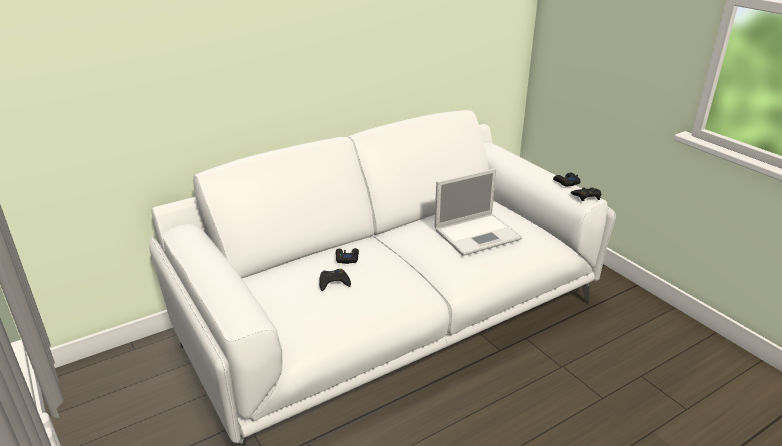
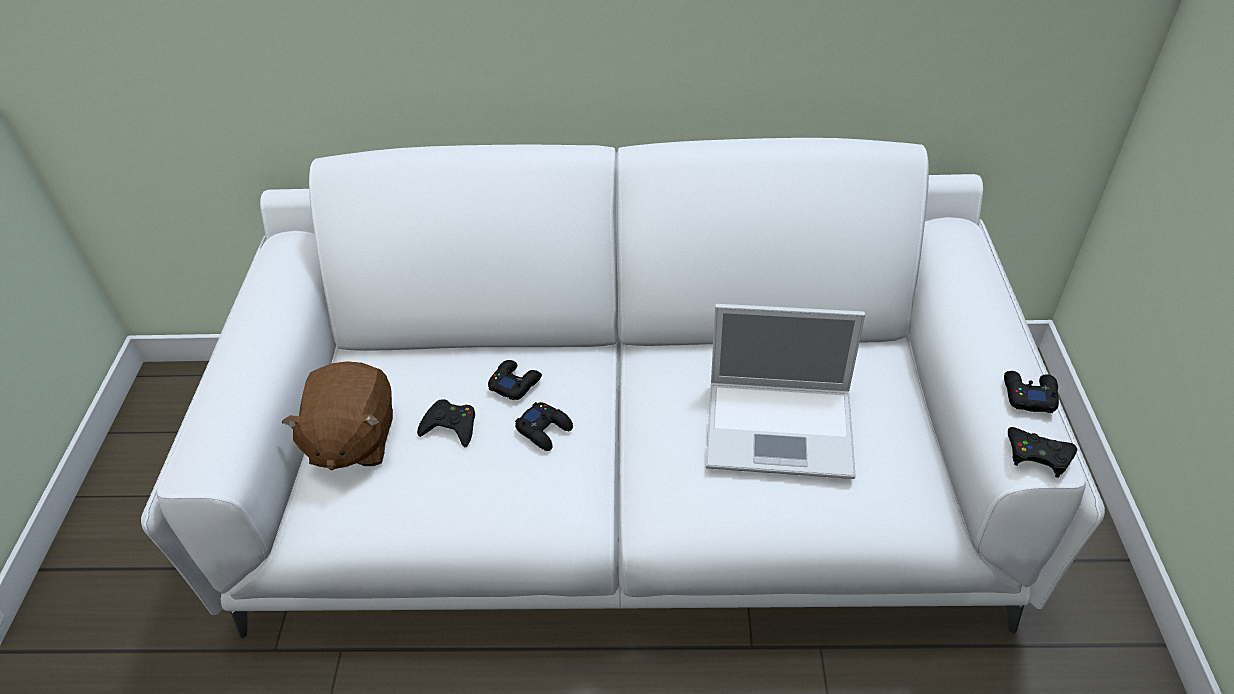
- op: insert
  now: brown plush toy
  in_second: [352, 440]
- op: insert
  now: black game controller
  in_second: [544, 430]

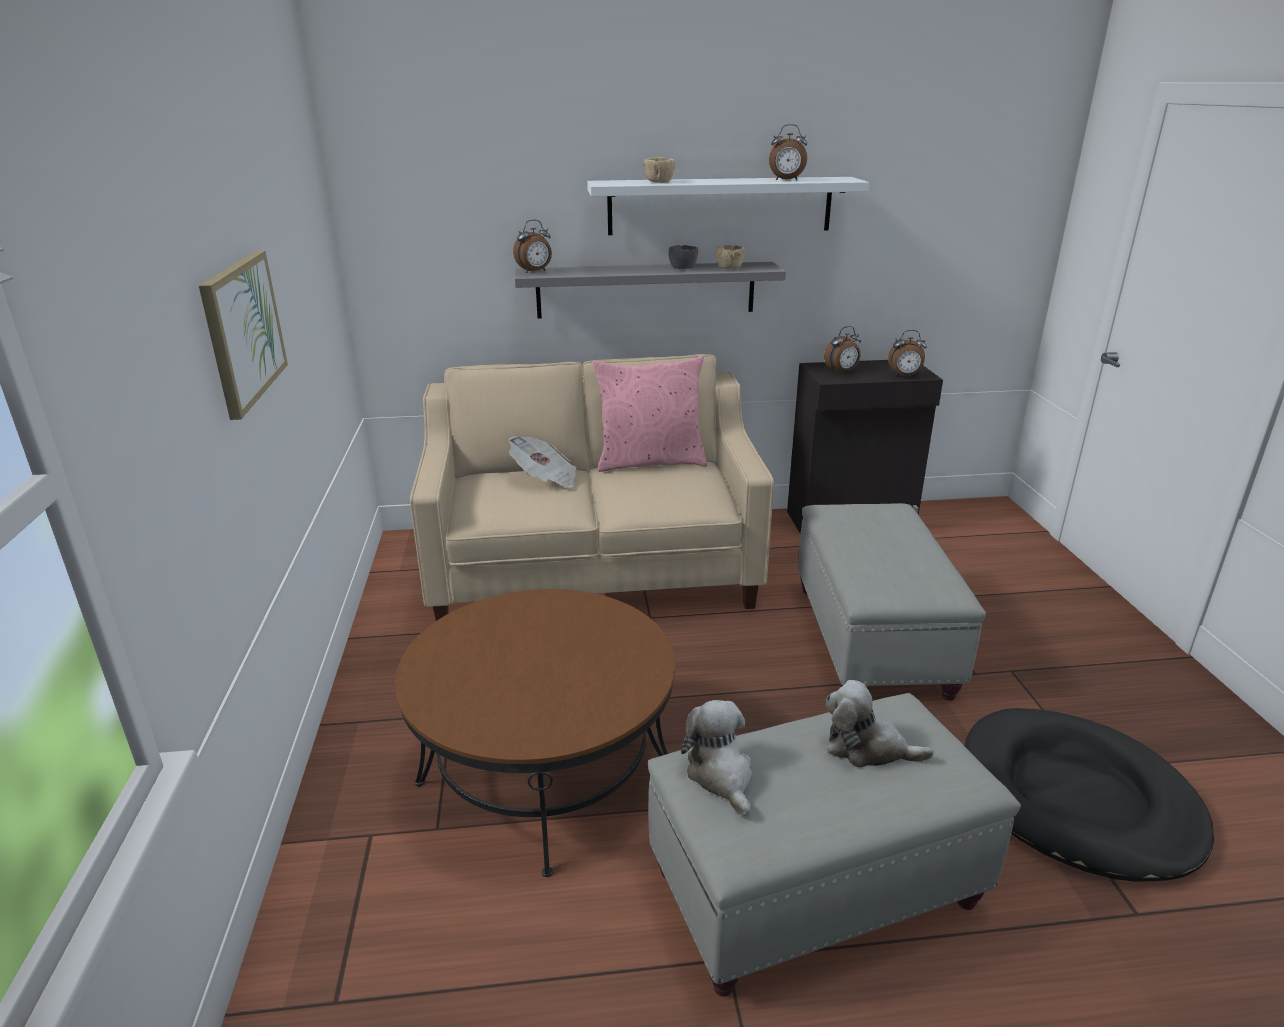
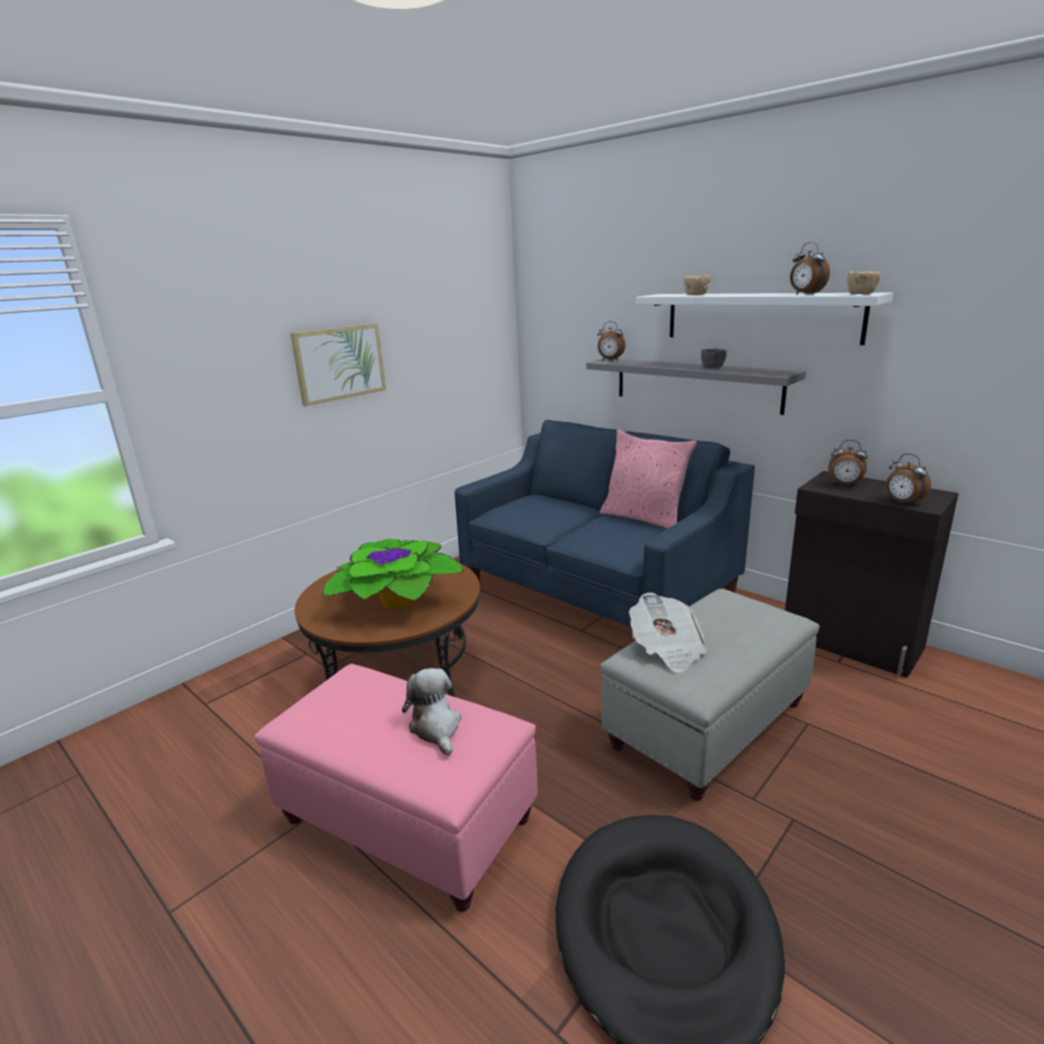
- op: recolor
  was: beige sofa
  now: blue sofa
  in_first: [592, 568]
  in_second: [597, 588]
- op: move
  was: newspaper
  in_first: [545, 479]
  in_second: [667, 649]
- op: recolor
  was: grey ottoman
  now: pink ottoman
  in_first: [812, 888]
  in_second: [406, 819]
- op: delete
  was: plush toy
  in_first: [721, 775]
- op: move
  was: beige bowl
  in_first: [730, 268]
  in_second: [861, 294]
- op: insert
  now: potted plant
  in_second: [397, 599]

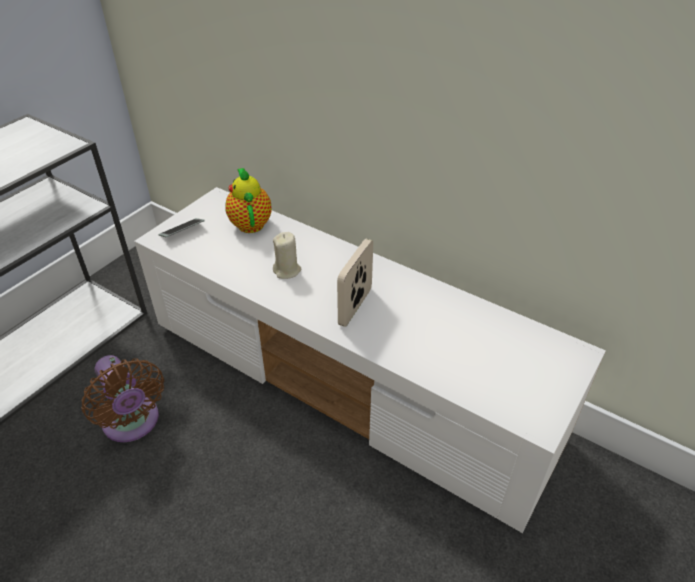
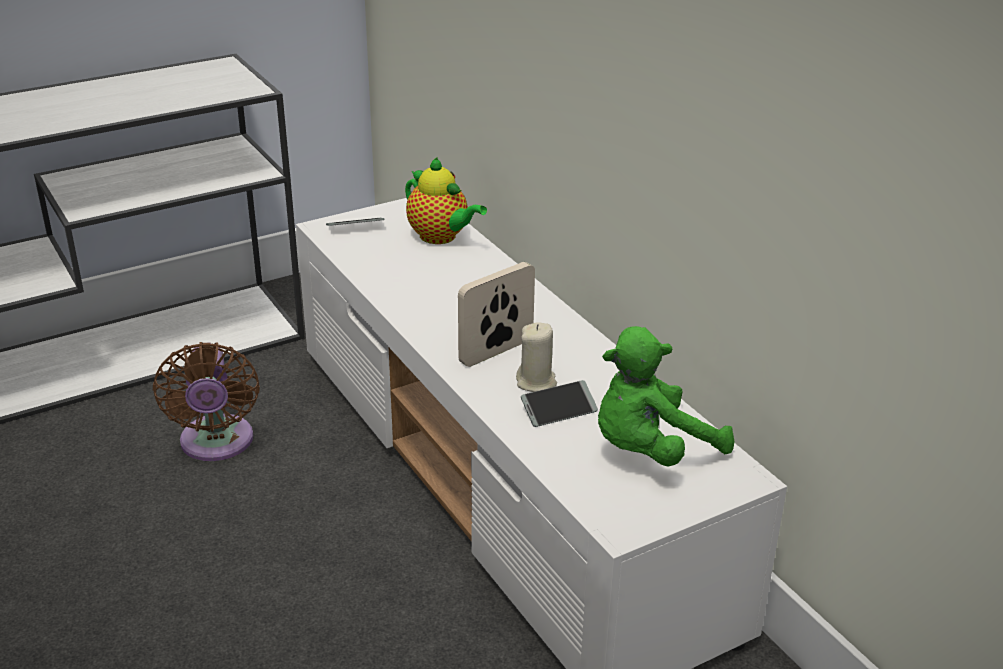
- op: rotate
  was: teapot
  in_first: [250, 222]
  in_second: [441, 237]
  clockwise: 120
- op: move
  was: beige candle
  in_first: [287, 270]
  in_second: [536, 382]
- op: insert
  now: phone
  in_second: [559, 410]
- op: insert
  now: green plush toy
  in_second: [650, 450]

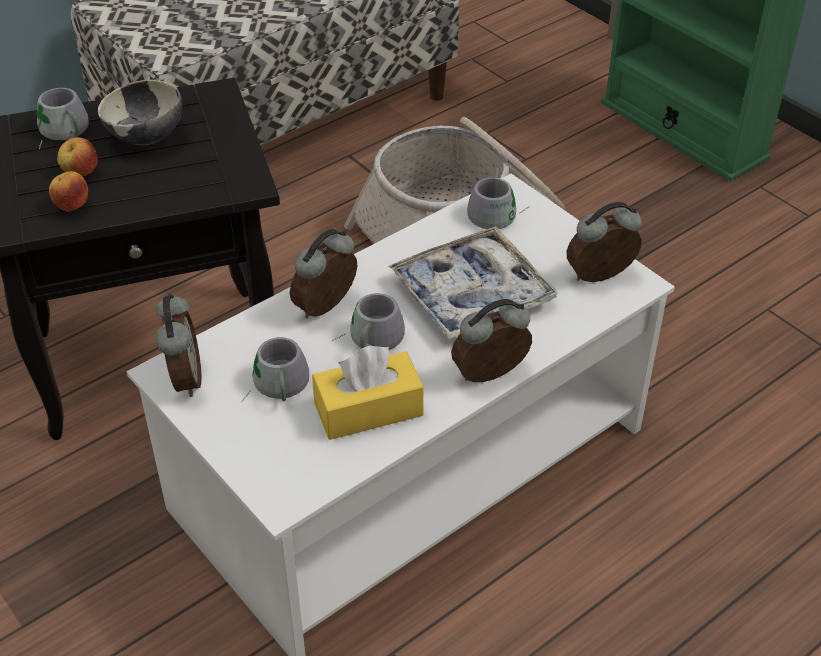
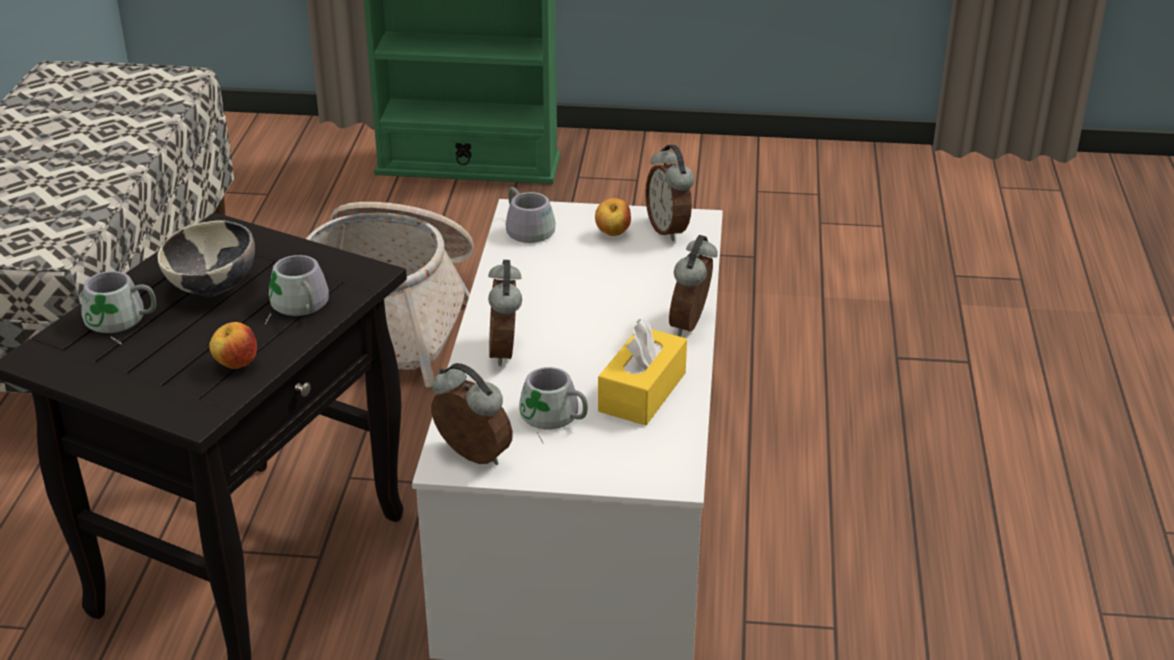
- op: move
  was: apple
  in_first: [80, 173]
  in_second: [612, 234]
- op: move
  was: grey mug
  in_first: [369, 339]
  in_second: [296, 307]
- op: delete
  was: tray
  in_first: [472, 294]
- op: rotate
  was: alarm clock
  in_first: [601, 278]
  in_second: [669, 229]
  clockwise: -45

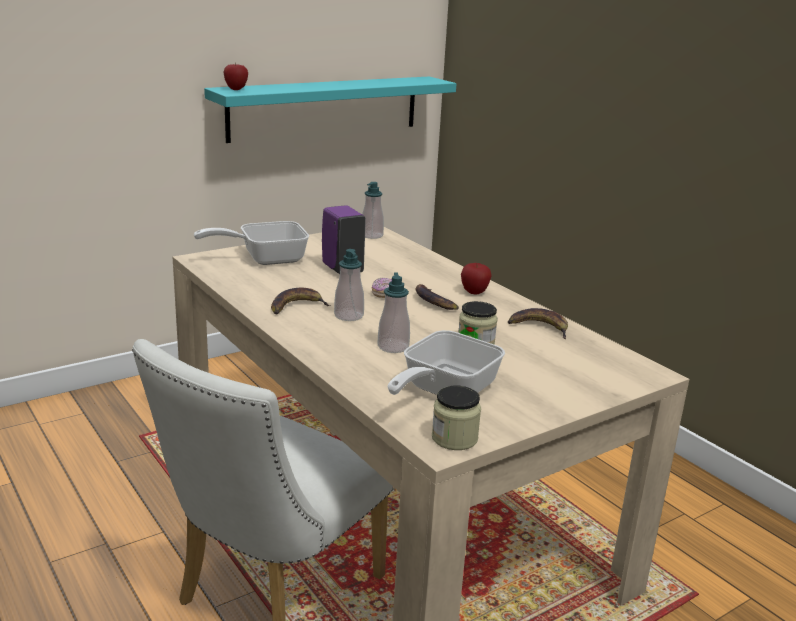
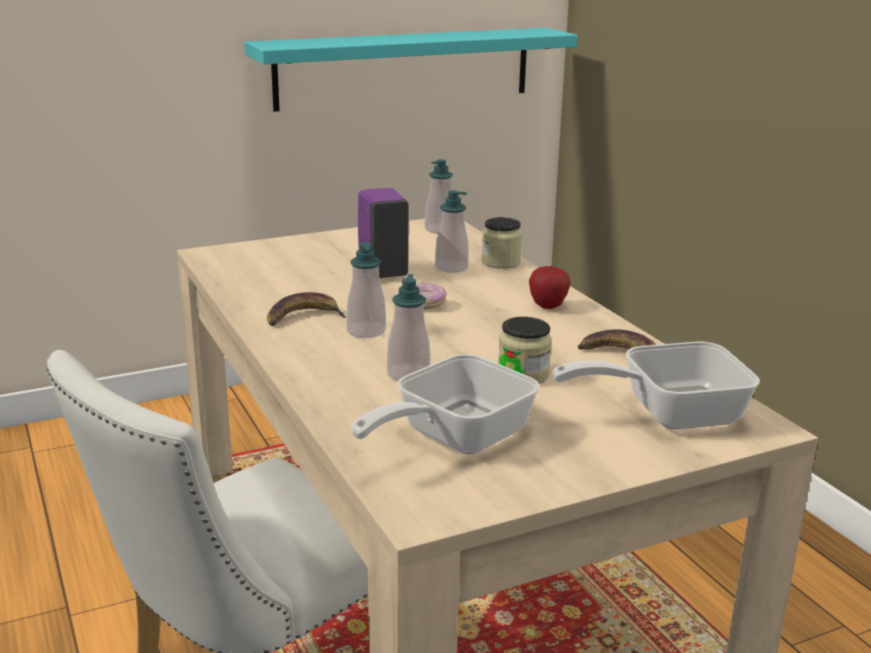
- op: move
  was: frying pan
  in_first: [264, 258]
  in_second: [667, 413]
- op: delete
  was: apple
  in_first: [236, 89]
- op: delete
  was: banana
  in_first: [433, 302]
- op: move
  was: jar
  in_first: [454, 438]
  in_second: [500, 262]
- op: insert
  now: soap dispenser
  in_second: [451, 268]

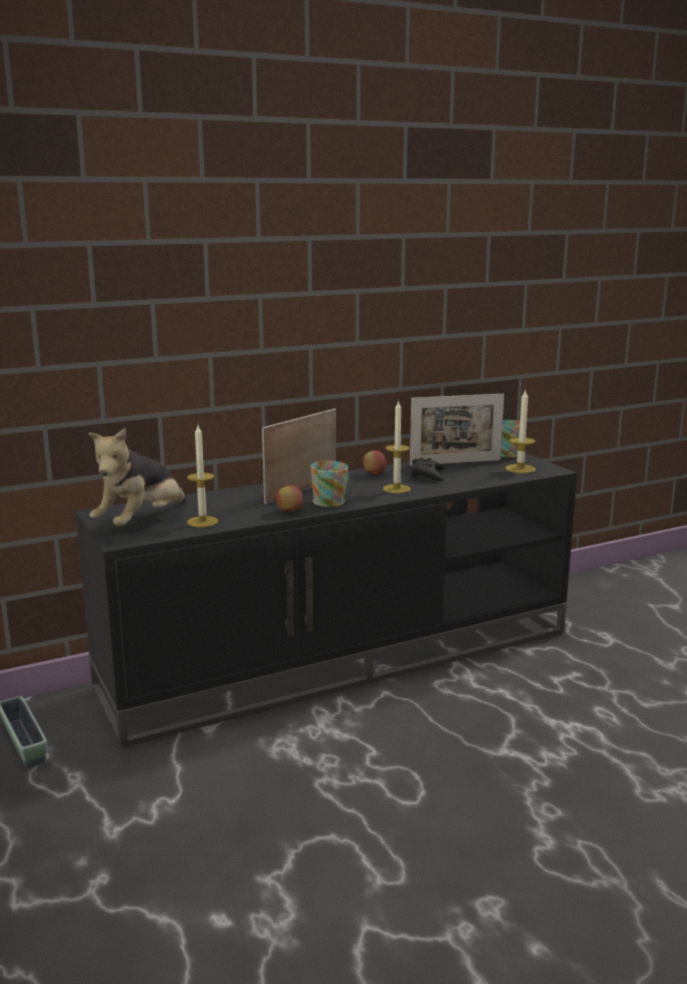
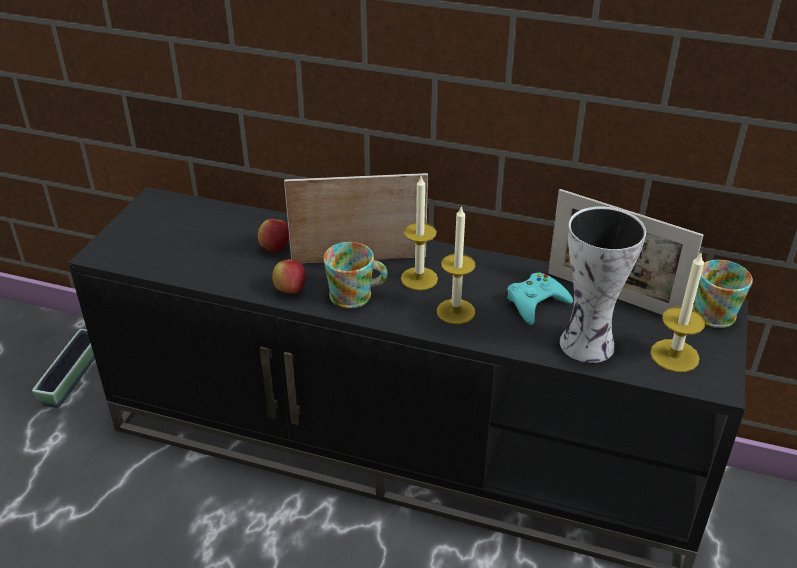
- op: delete
  was: plush toy
  in_first: [141, 522]
- op: move
  was: candle
  in_first: [202, 522]
  in_second: [419, 278]
- op: move
  was: apple
  in_first: [374, 474]
  in_second: [275, 248]
- op: recolor
  was: black game controller
  now: turquoise game controller
  in_first: [427, 475]
  in_second: [536, 303]
- op: insert
  now: vase
  in_second: [587, 346]

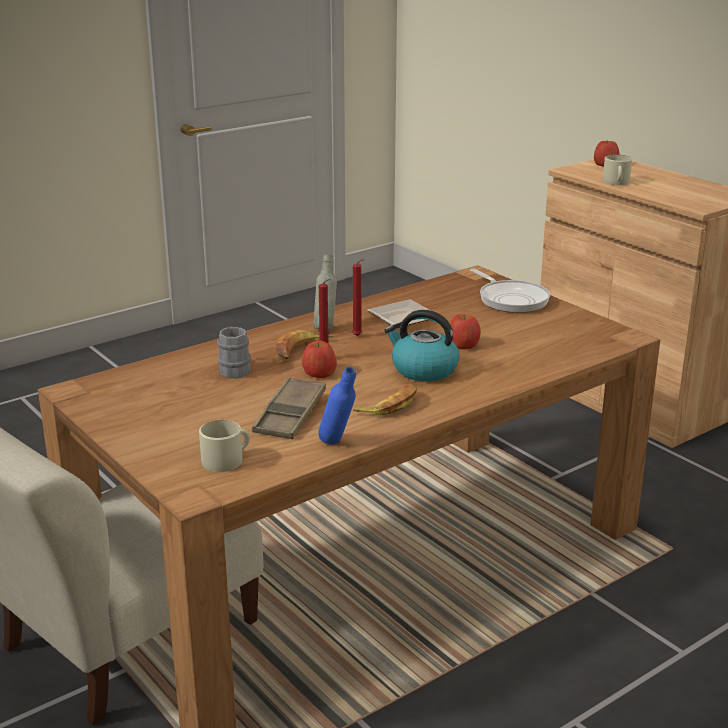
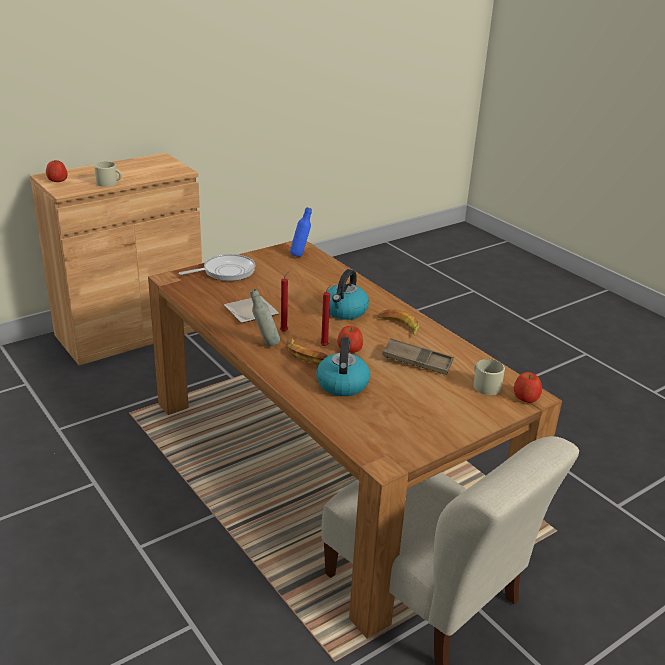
- op: replace
  was: grey mug
  now: kettle
  in_first: [235, 369]
  in_second: [342, 383]
- op: move
  was: blue bottle
  in_first: [338, 445]
  in_second: [300, 254]
- op: move
  was: apple
  in_first: [463, 344]
  in_second: [526, 397]

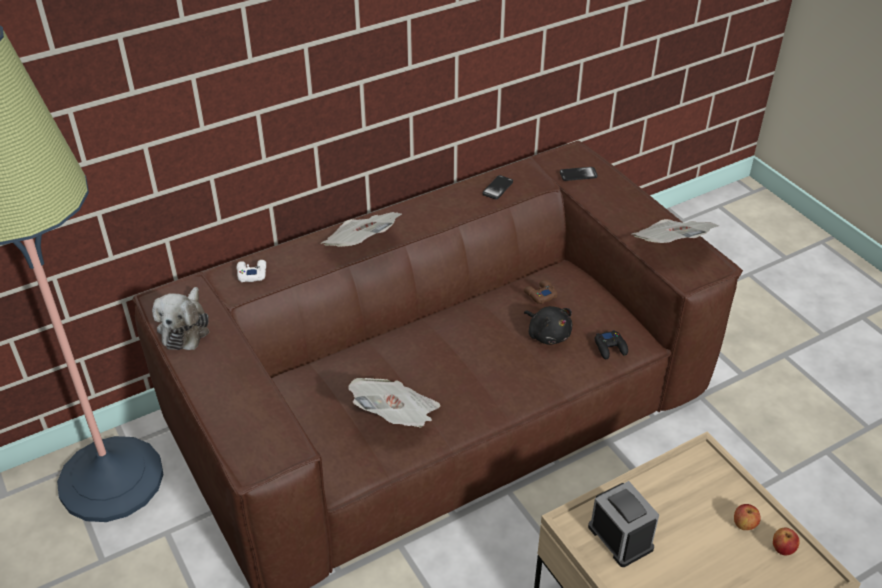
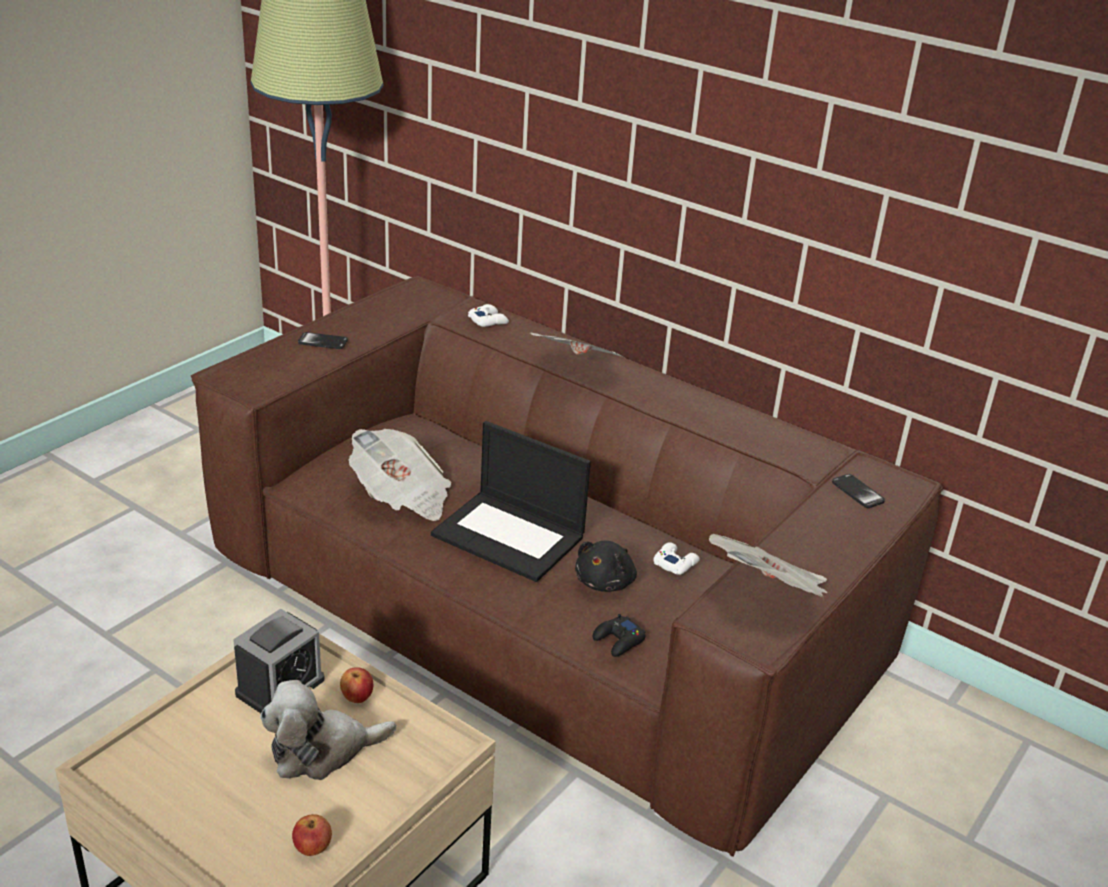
- op: move
  was: plush toy
  in_first: [185, 328]
  in_second: [322, 750]
- op: move
  was: phone
  in_first: [497, 188]
  in_second: [323, 342]
- op: recolor
  was: brown game controller
  now: white game controller
  in_first: [540, 294]
  in_second: [675, 563]
- op: move
  was: apple
  in_first: [744, 524]
  in_second: [357, 697]
- op: insert
  now: laptop
  in_second: [510, 536]

